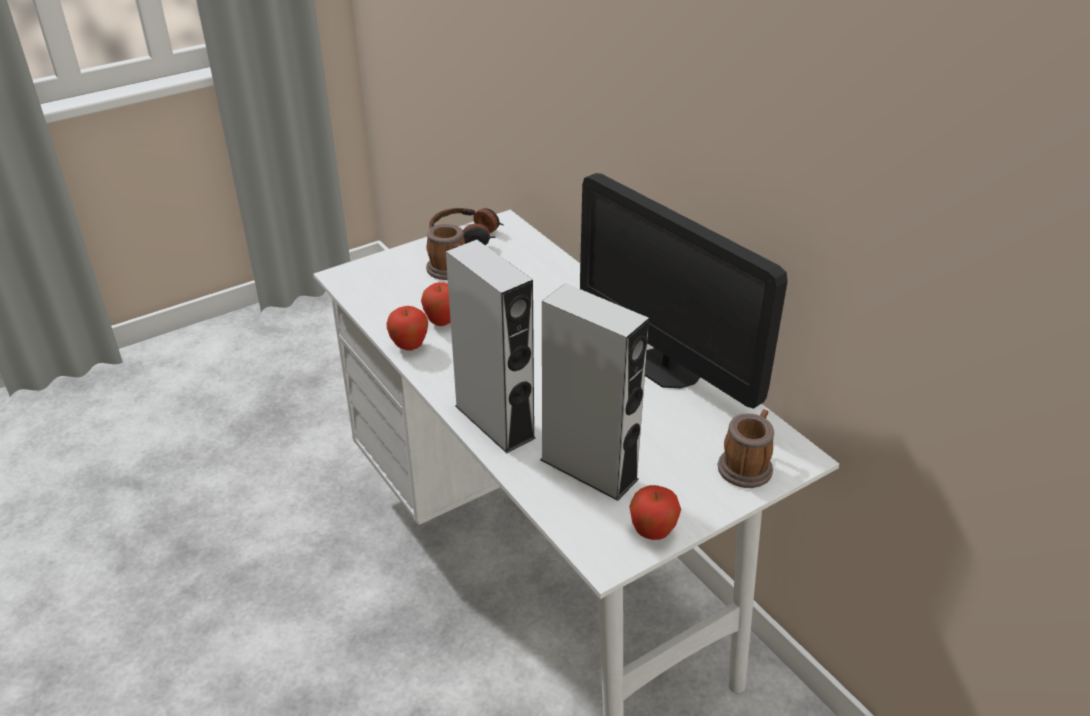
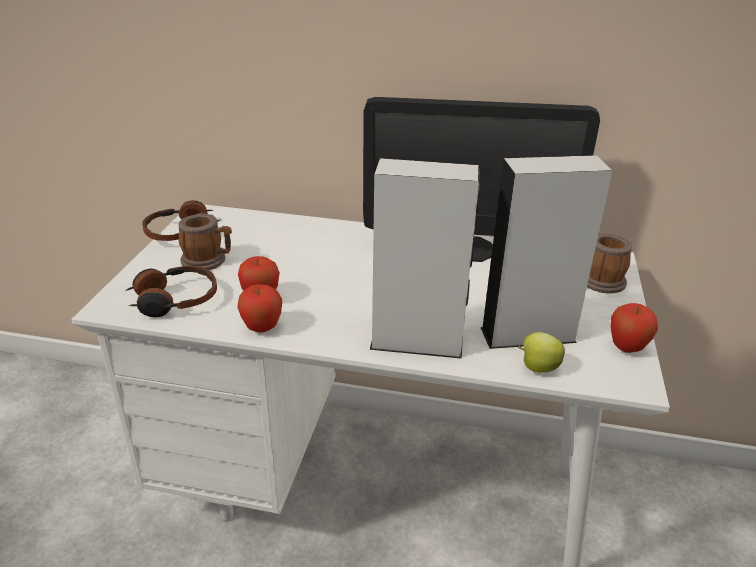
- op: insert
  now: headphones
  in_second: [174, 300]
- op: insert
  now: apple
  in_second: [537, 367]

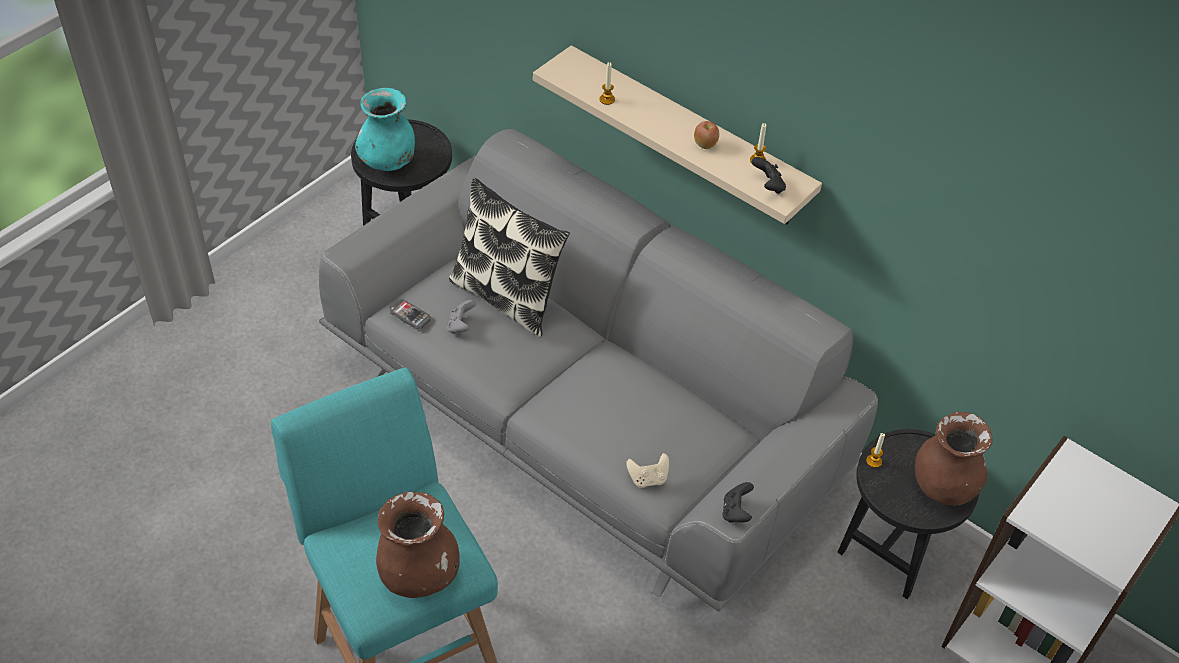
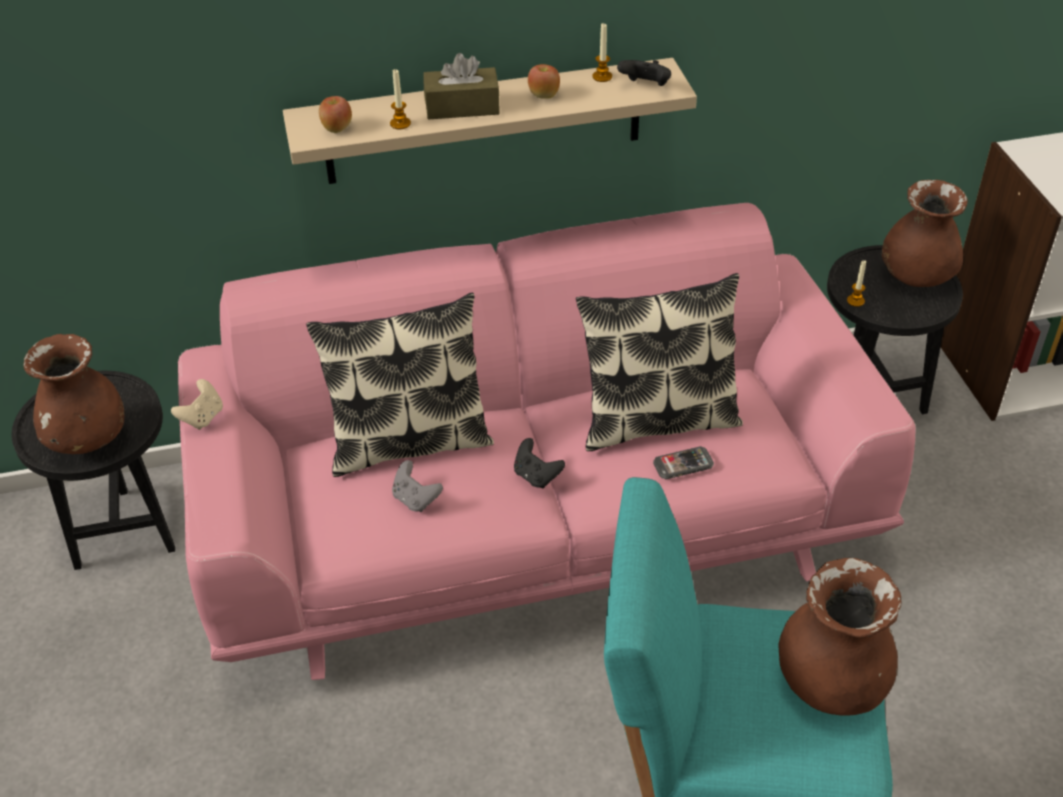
- op: recolor
  was: grey sofa
  now: pink sofa
  in_first: [586, 420]
  in_second: [535, 520]
- op: recolor
  was: turquoise vase
  now: brown vase
  in_first: [388, 161]
  in_second: [87, 438]
- op: move
  was: phone
  in_first: [410, 315]
  in_second: [683, 464]
- op: move
  was: beige game controller
  in_first: [648, 478]
  in_second: [202, 417]
- op: move
  was: black game controller
  in_first: [736, 512]
  in_second: [536, 476]
- op: insert
  now: apple
  in_second: [336, 128]
- op: insert
  now: brown tissue box
  in_second: [462, 107]
- op: insert
  now: pillow
  in_second: [657, 420]

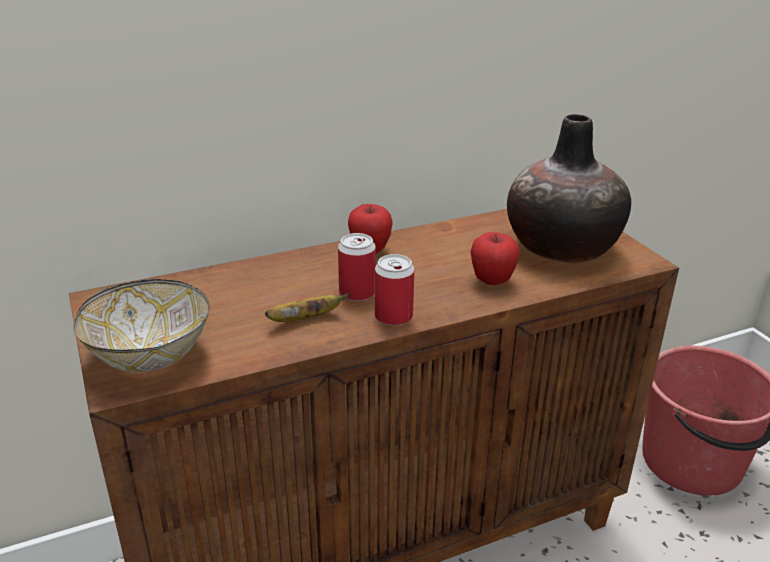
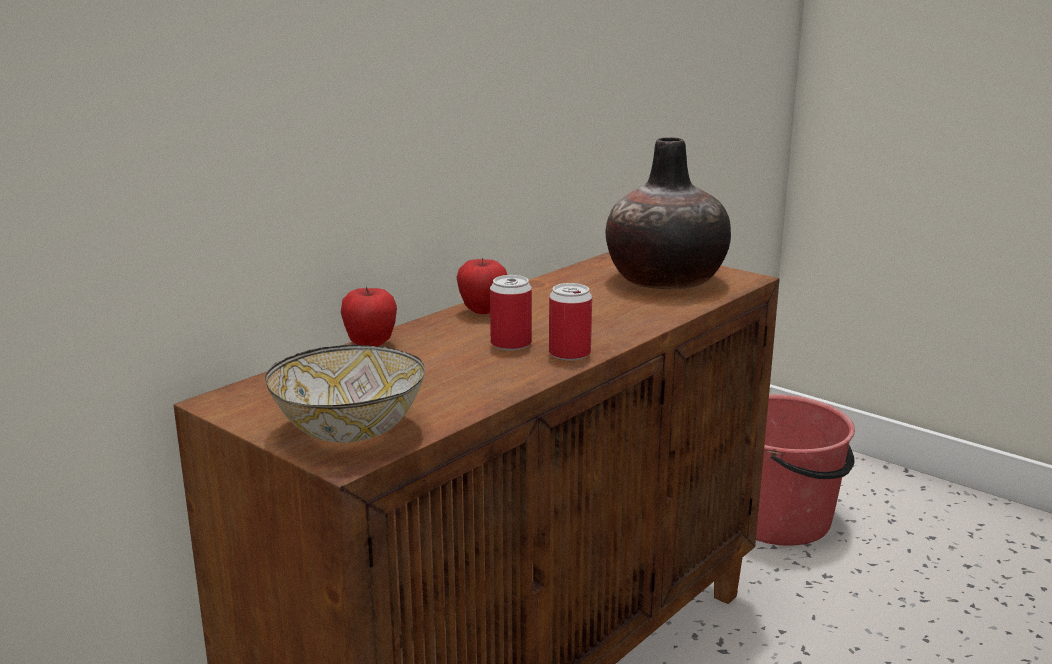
- op: delete
  was: banana
  in_first: [306, 319]
- op: move
  was: apple
  in_first: [492, 281]
  in_second: [370, 345]

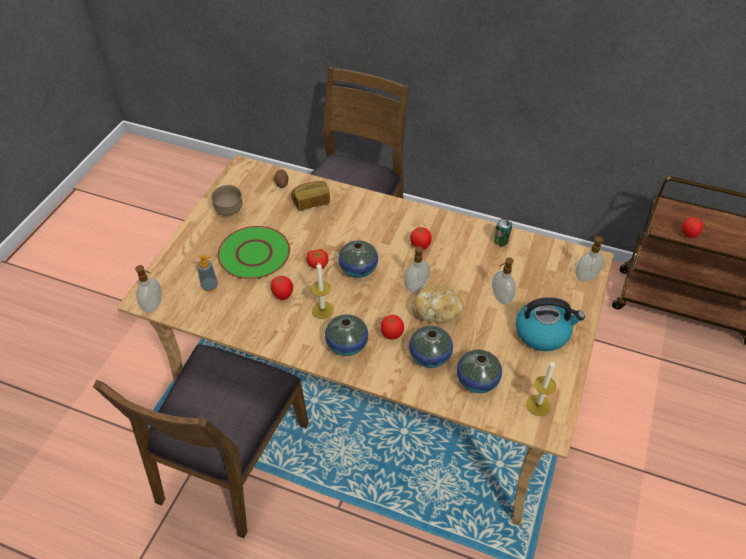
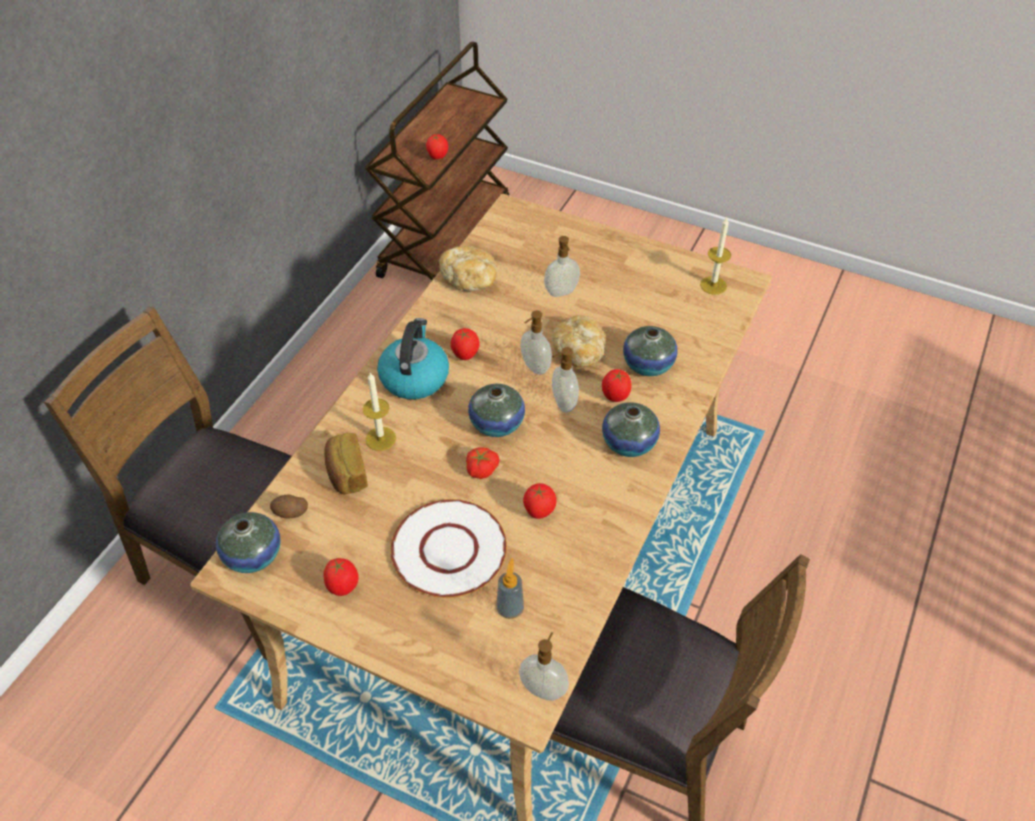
- op: replace
  was: brown bowl
  now: tomato
  in_first: [229, 212]
  in_second: [343, 587]
- op: recolor
  was: green plate
  now: white plate
  in_first: [254, 254]
  in_second: [449, 549]
- op: move
  was: candle
  in_first: [322, 310]
  in_second: [380, 438]
- op: move
  was: vase
  in_first: [477, 380]
  in_second: [253, 555]
- op: replace
  was: can
  now: bread
  in_first: [500, 242]
  in_second: [469, 279]
- op: move
  was: kettle
  in_first: [543, 333]
  in_second: [414, 377]
- op: move
  was: soap dispenser
  in_first: [585, 276]
  in_second: [563, 403]

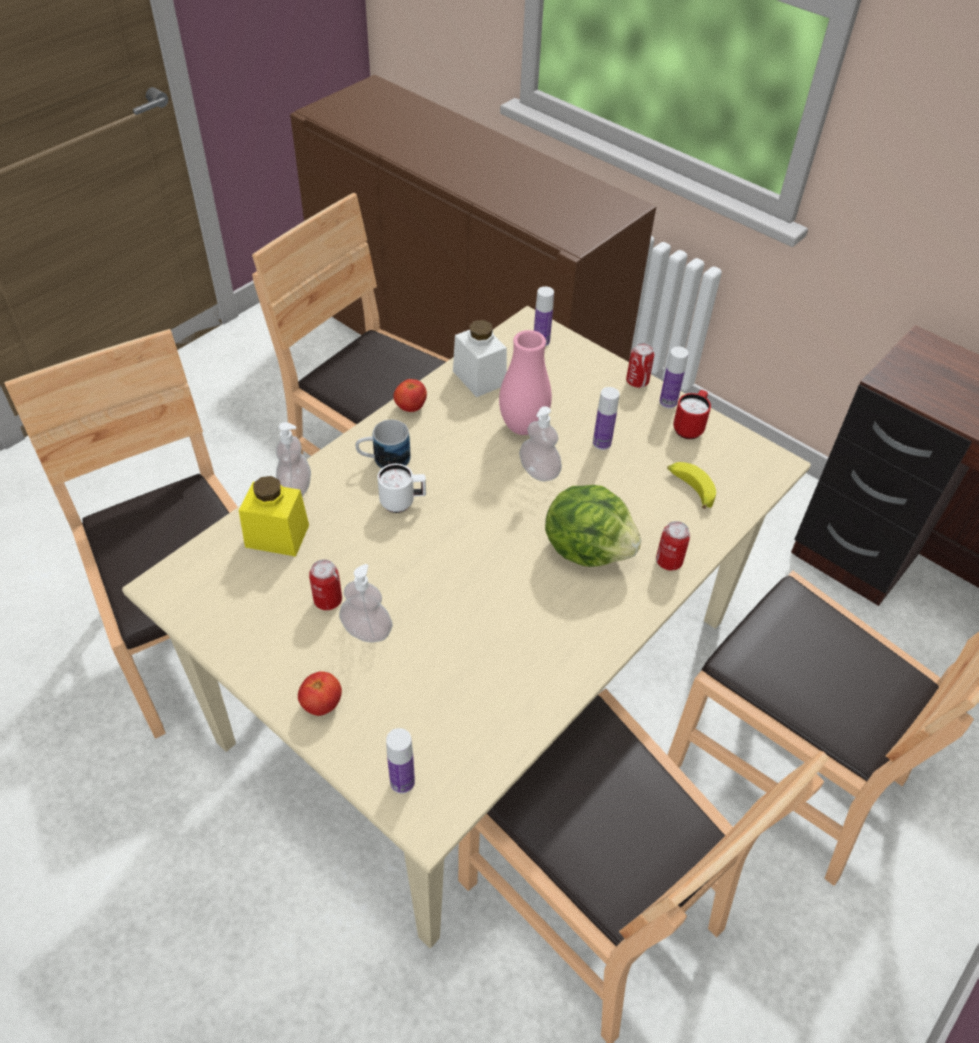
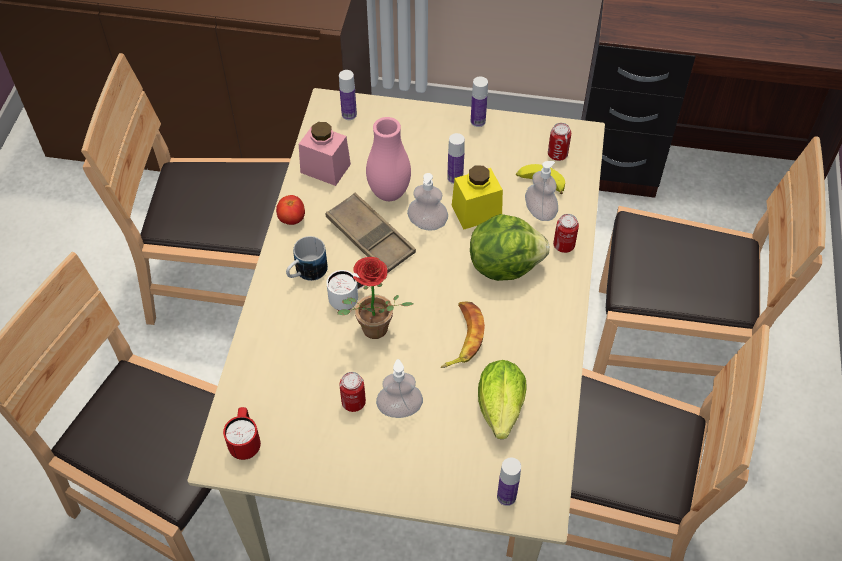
- op: move
  was: yellow jar
  in_first: [277, 536]
  in_second: [476, 211]
- op: move
  was: soap dispenser
  in_first: [295, 488]
  in_second: [540, 212]
- op: delete
  was: tomato
  in_first: [321, 704]
- op: recolor
  was: white jar
  now: pink jar
  in_first: [479, 378]
  in_second: [325, 168]
- op: move
  was: can
  in_first: [637, 381]
  in_second: [557, 154]
- op: move
  was: red mug
  in_first: [690, 427]
  in_second: [245, 442]
- op: insert
  now: brown tray
  in_second: [370, 237]
- op: insert
  now: potted plant
  in_second: [372, 333]
- op: insert
  now: banana
  in_second: [462, 337]
- op: insert
  now: lettuce
  in_second: [500, 412]

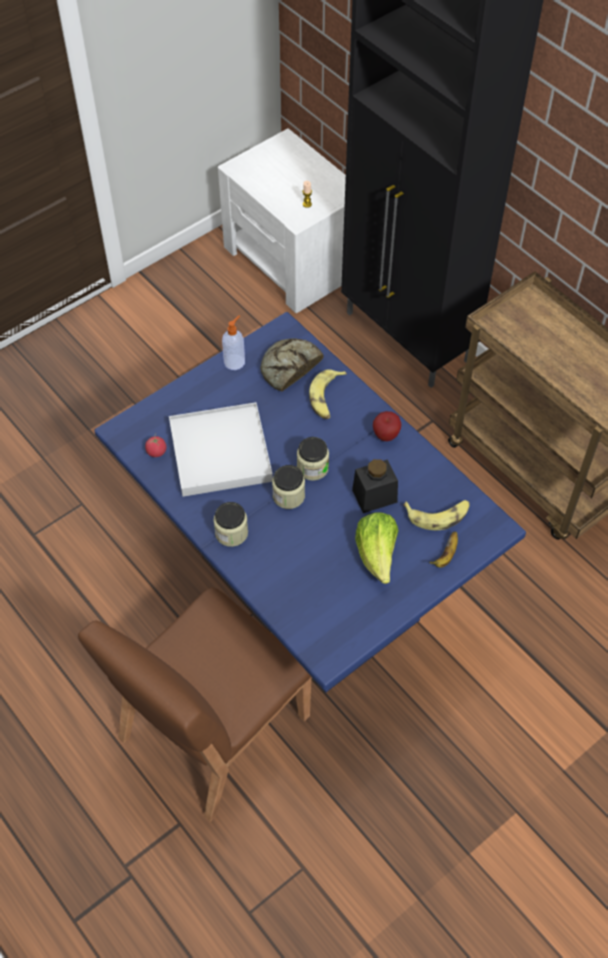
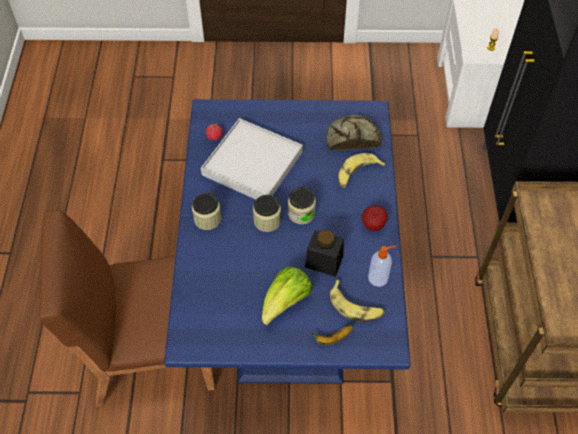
- op: move
  was: soap dispenser
  in_first: [235, 361]
  in_second: [379, 278]

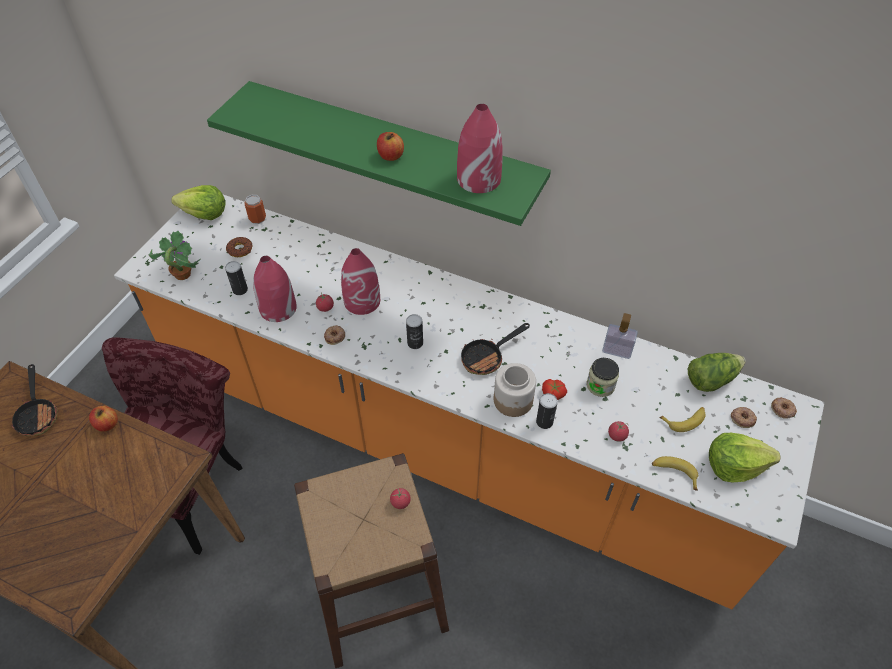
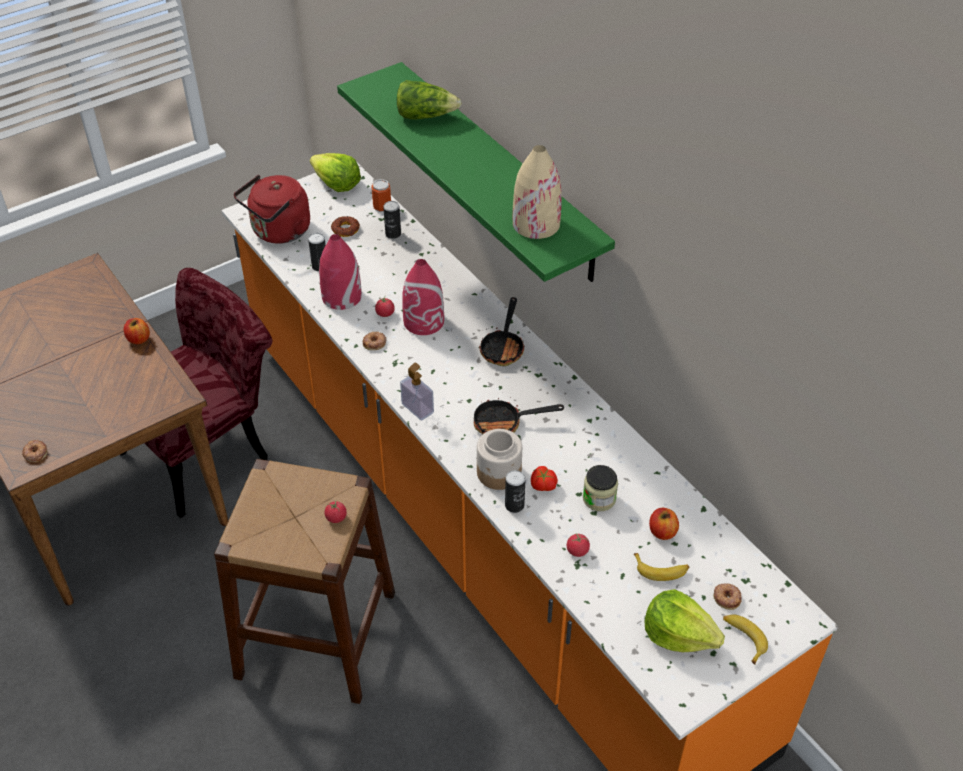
- op: move
  was: frying pan
  in_first: [38, 414]
  in_second: [503, 347]
- op: replace
  was: potted plant
  now: red kettle
  in_first: [182, 274]
  in_second: [279, 232]
- op: move
  was: apple
  in_first: [390, 156]
  in_second: [662, 532]
- op: move
  was: can
  in_first: [415, 343]
  in_second: [393, 234]
- op: recolor
  was: red vase
  now: beige vase
  in_first: [478, 179]
  in_second: [536, 224]
- op: move
  was: soap dispenser
  in_first: [617, 350]
  in_second: [417, 408]
- op: move
  was: banana
  in_first: [674, 473]
  in_second: [743, 638]
- op: move
  was: lettuce
  in_first: [711, 379]
  in_second: [425, 115]
- op: move
  was: donut
  in_first: [782, 409]
  in_second: [35, 453]

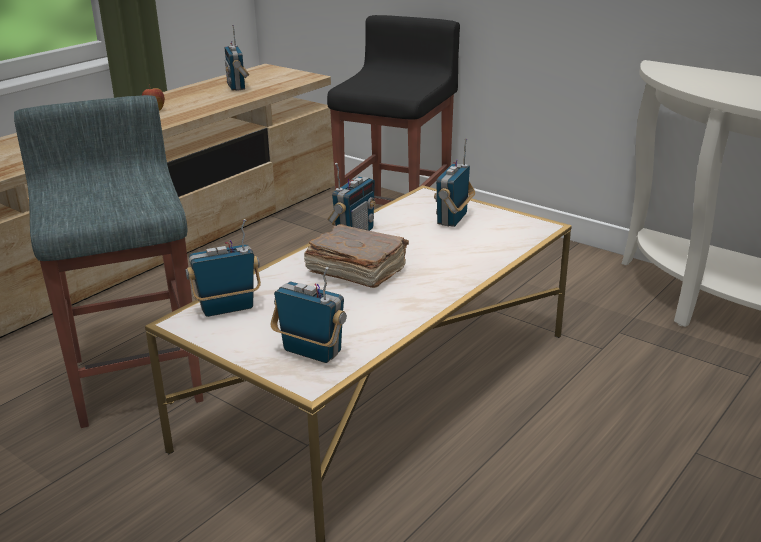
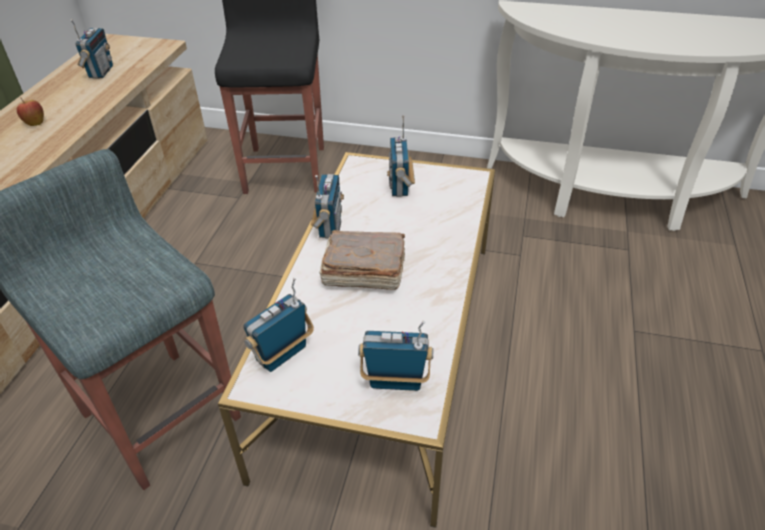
- op: rotate
  was: radio
  in_first: [237, 87]
  in_second: [100, 72]
  clockwise: -135

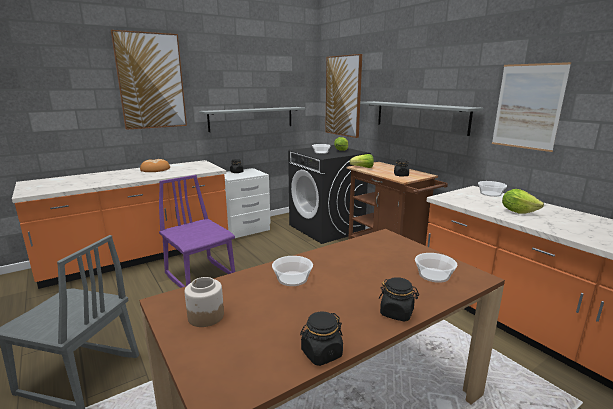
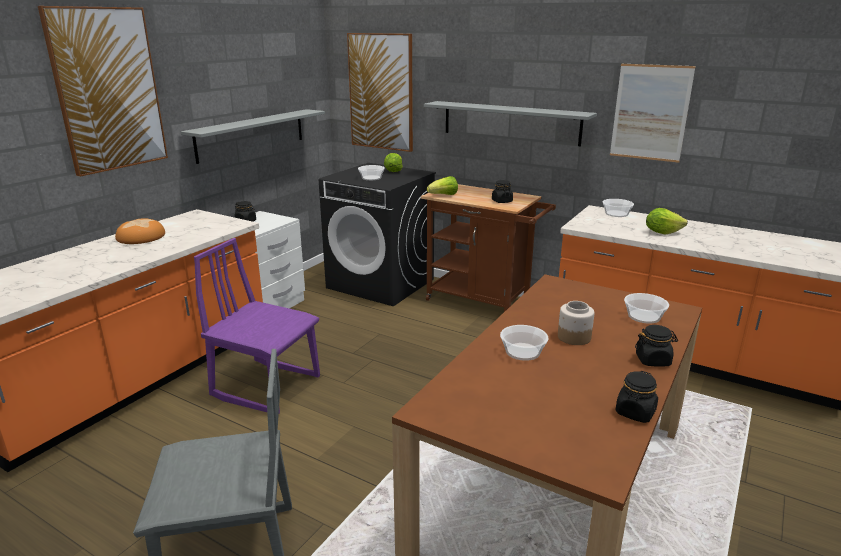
- op: move
  was: jar
  in_first: [205, 316]
  in_second: [573, 337]

